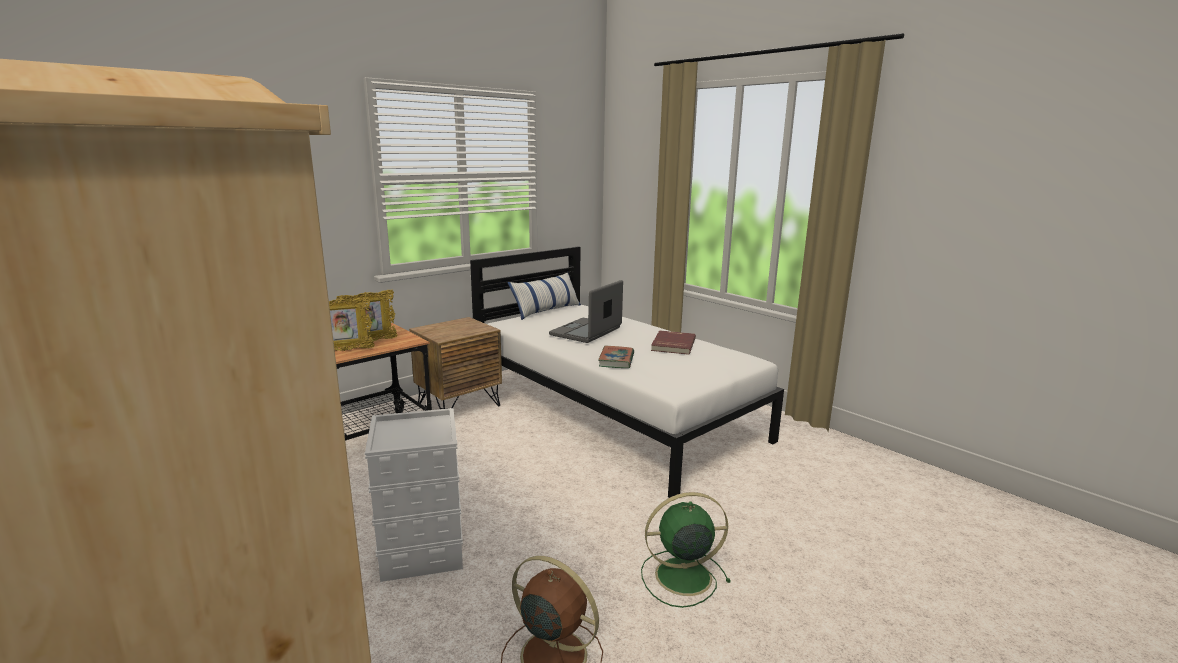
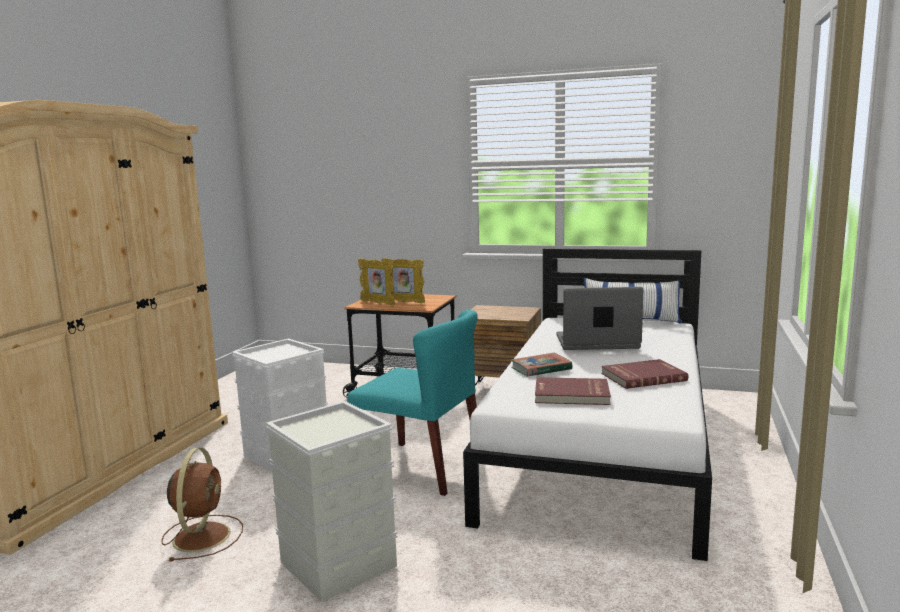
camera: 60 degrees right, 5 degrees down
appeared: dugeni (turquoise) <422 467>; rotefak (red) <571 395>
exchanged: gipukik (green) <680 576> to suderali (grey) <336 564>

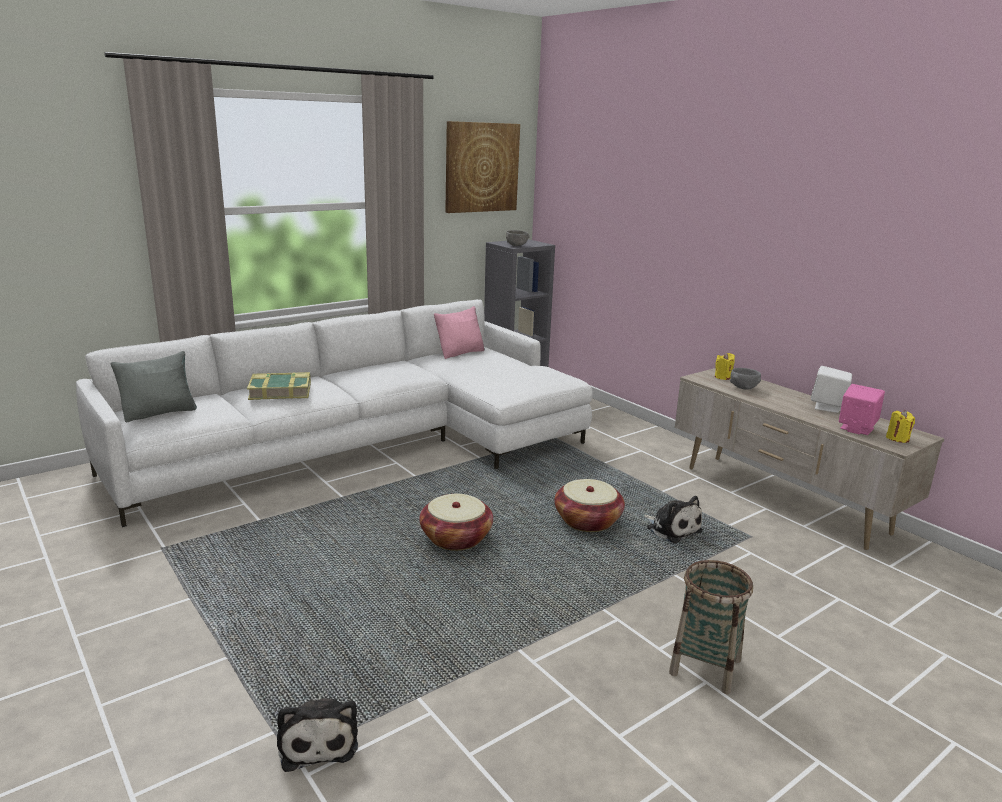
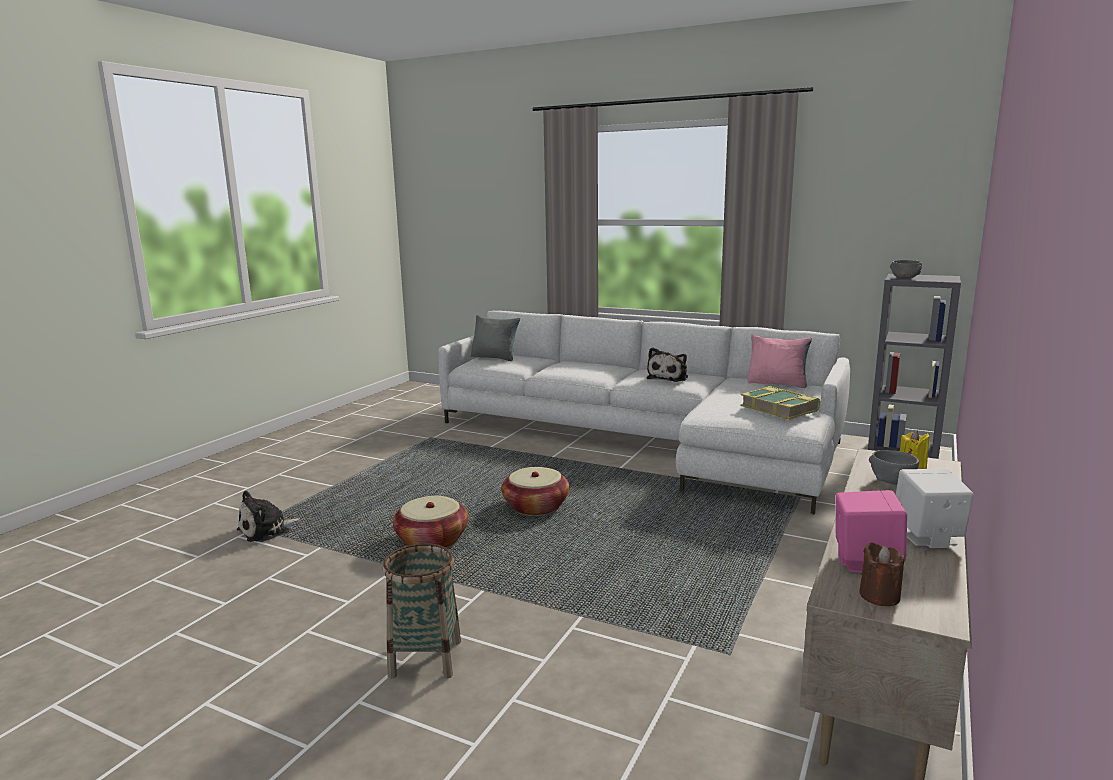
camera: 65 degrees right, 5 degrees down
missing: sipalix <481 167>
relocated: rotefak <280 391> to <779 408>; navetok <587 521> to <432 540>; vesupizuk <672 528> to <669 378>
colour: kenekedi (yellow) <897 438> to kenekedi (brown) <879 596>

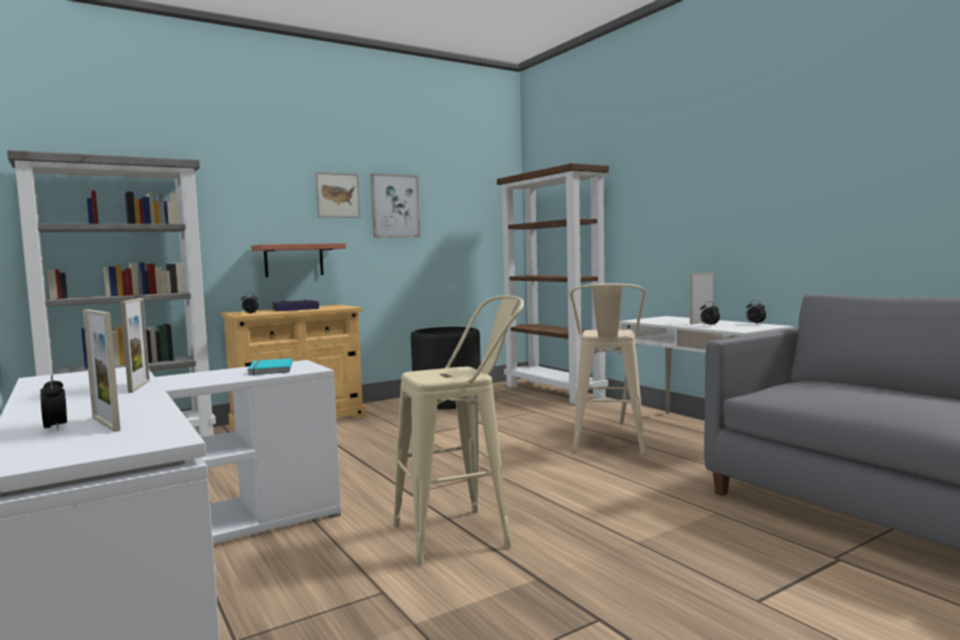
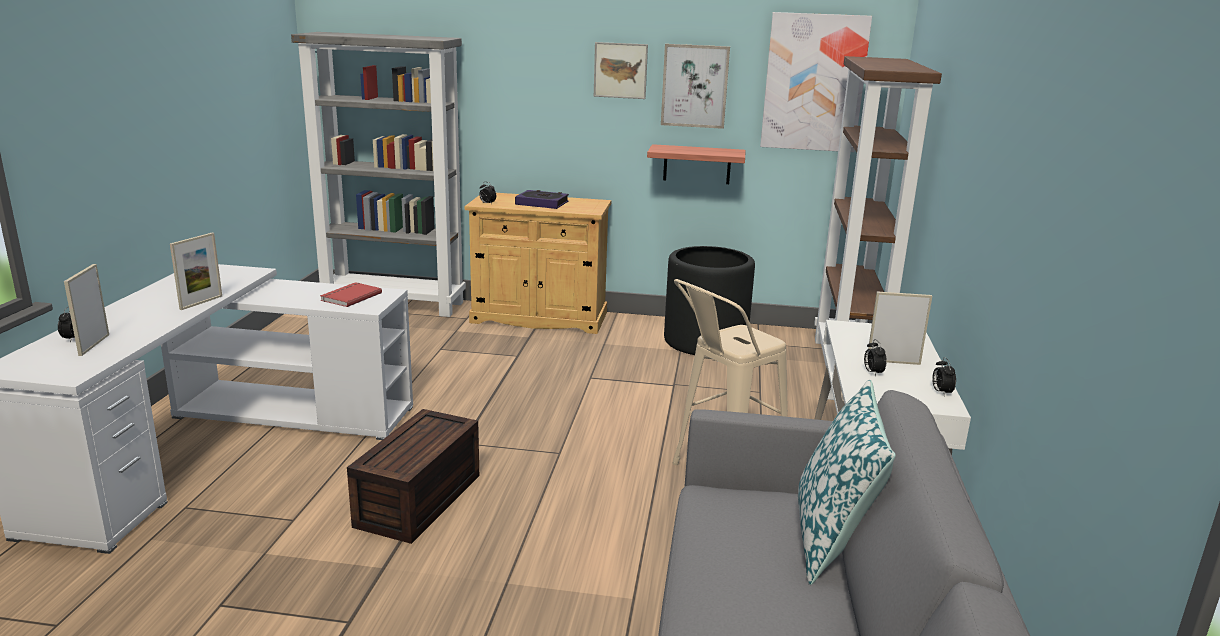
camera: 40 degrees right, 15 degrees up
appeared: sipalix <814 83>; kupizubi <832 539>
relocated: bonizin <294 260> to <697 164>
exchanged: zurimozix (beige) <464 533> to suderali (brown) <419 502>
colour: rotefak (turquoise) <269 369> to rotefak (red) <350 296>

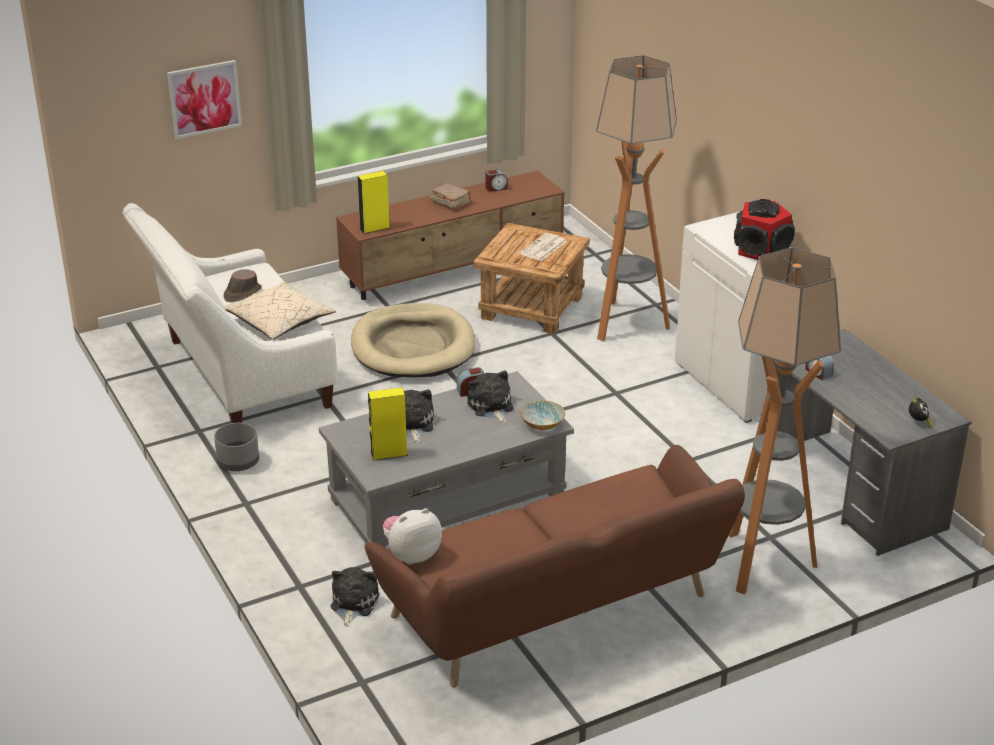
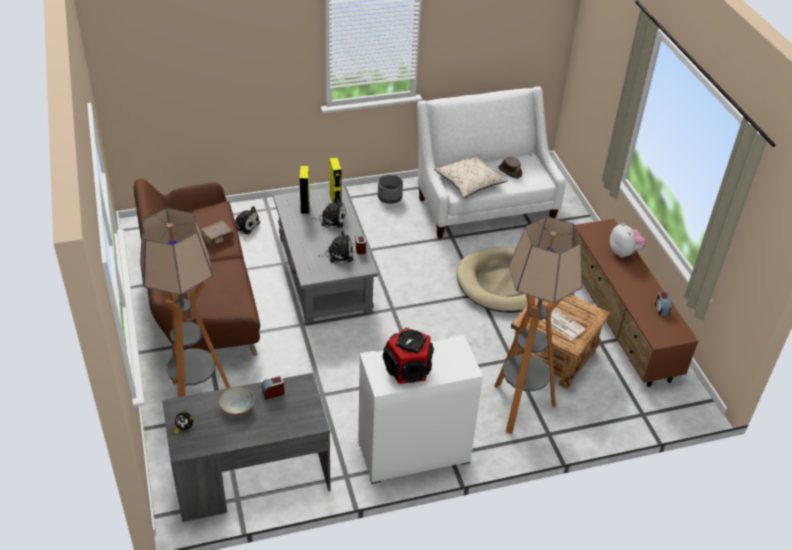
camera: 100 degrees right, 10 degrees up
missing: sipalix <204 99>
relocated: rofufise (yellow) <374 228> to <335 198>; rotefak (brown) <450 202> to <218 237>; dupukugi <543 424> to <237 407>; vesupizuk <412 555> to <624 252>

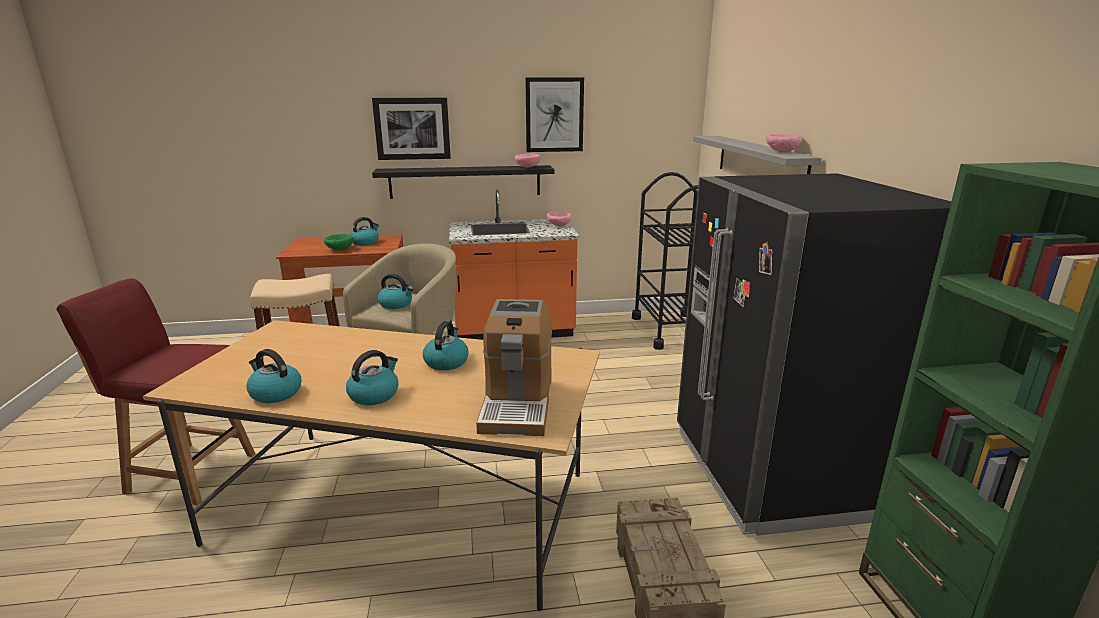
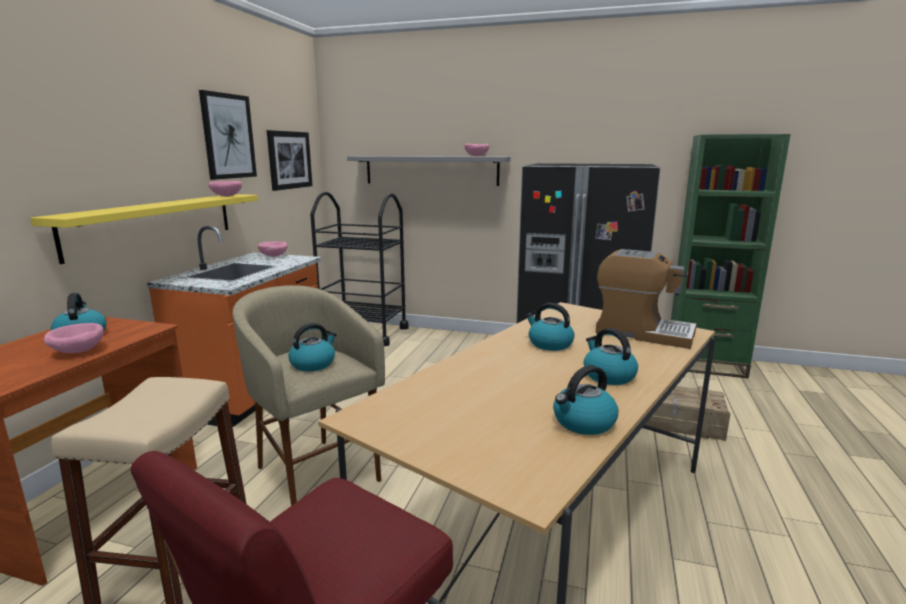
camera: 65 degrees left, 5 degrees down
relocated: sipalix <412 128> to <289 160>
colour: bonizin (black) <465 182> to bonizin (yellow) <155 223>; dupukugi (green) <339 249> to dupukugi (pink) <77 352>

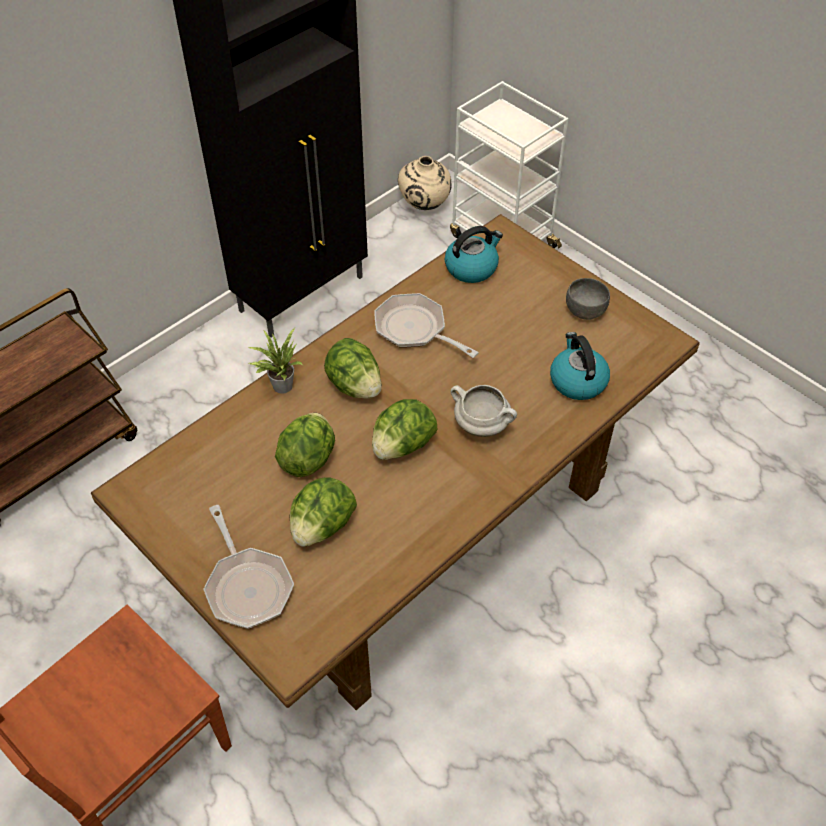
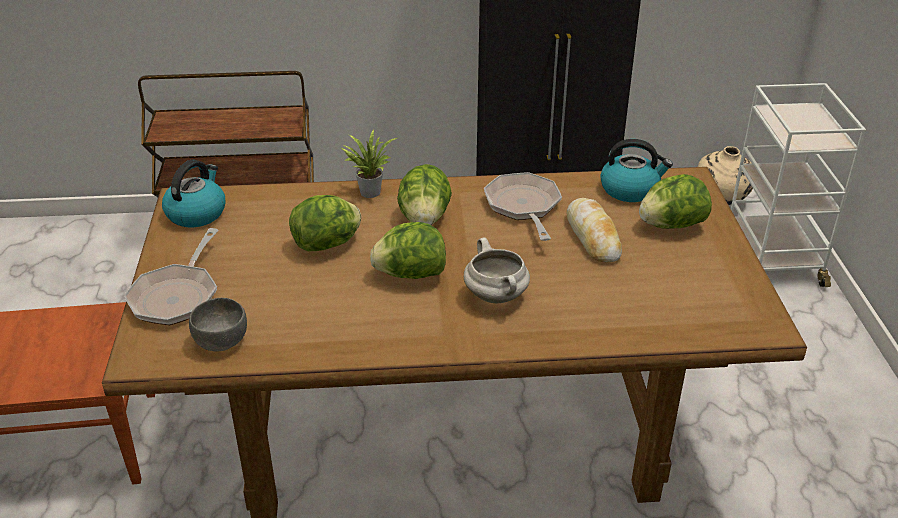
camera: 40 degrees right, 15 degrees down
appeared: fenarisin <593 237>
relocated: dupukugi (grey) <585 310> to <221 340>; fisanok <577 381> to <196 213>; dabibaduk <322 526> to <671 225>

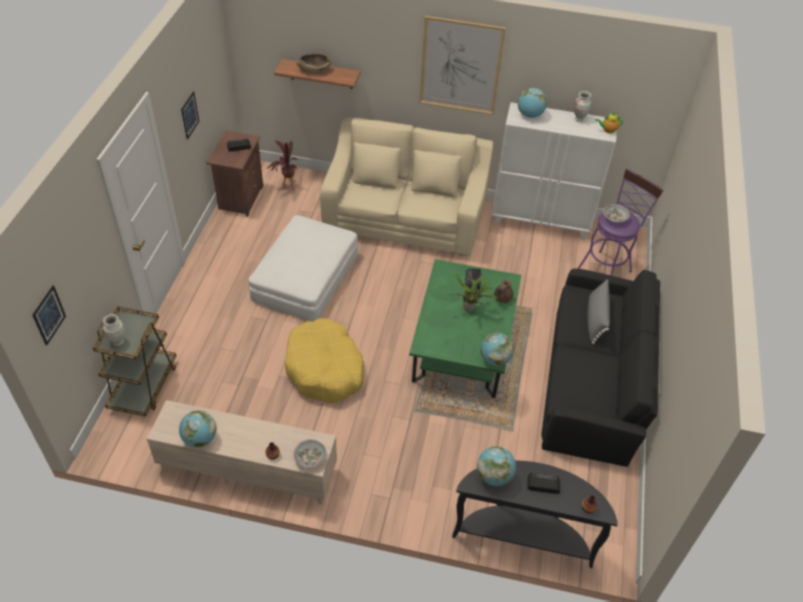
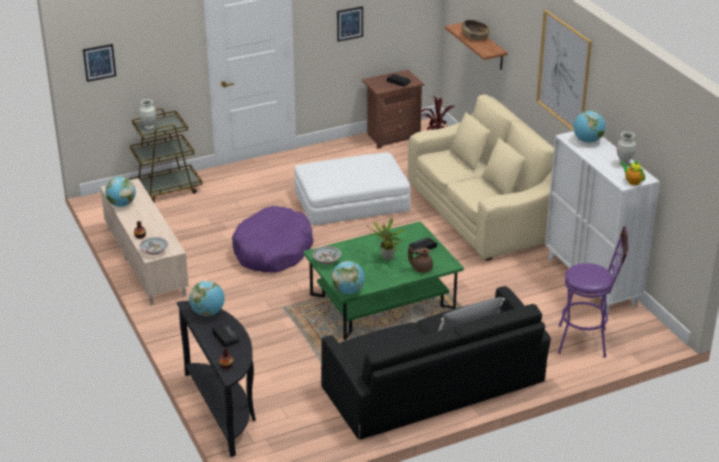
camera: 55 degrees right, 15 degrees down
relocated: dupukugi <614 218> to <326 260>
colour: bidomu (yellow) <325 368> to bidomu (purple) <273 251>

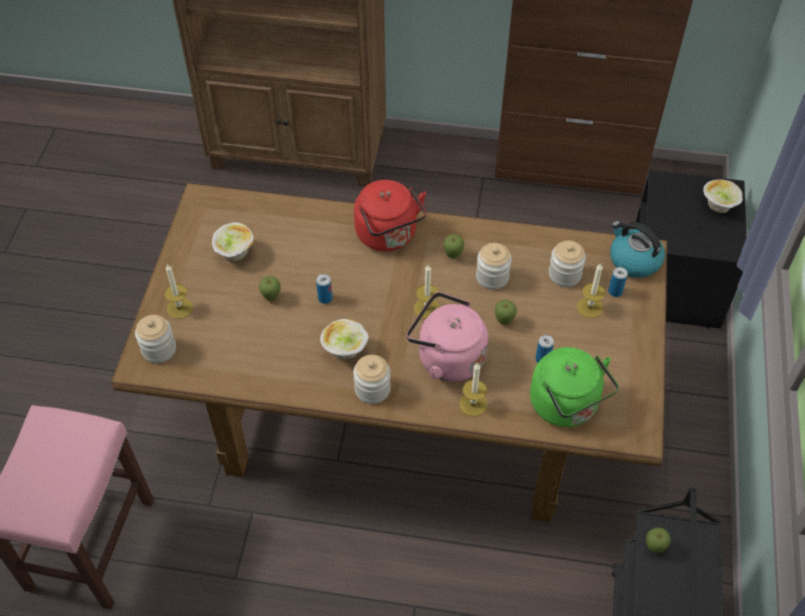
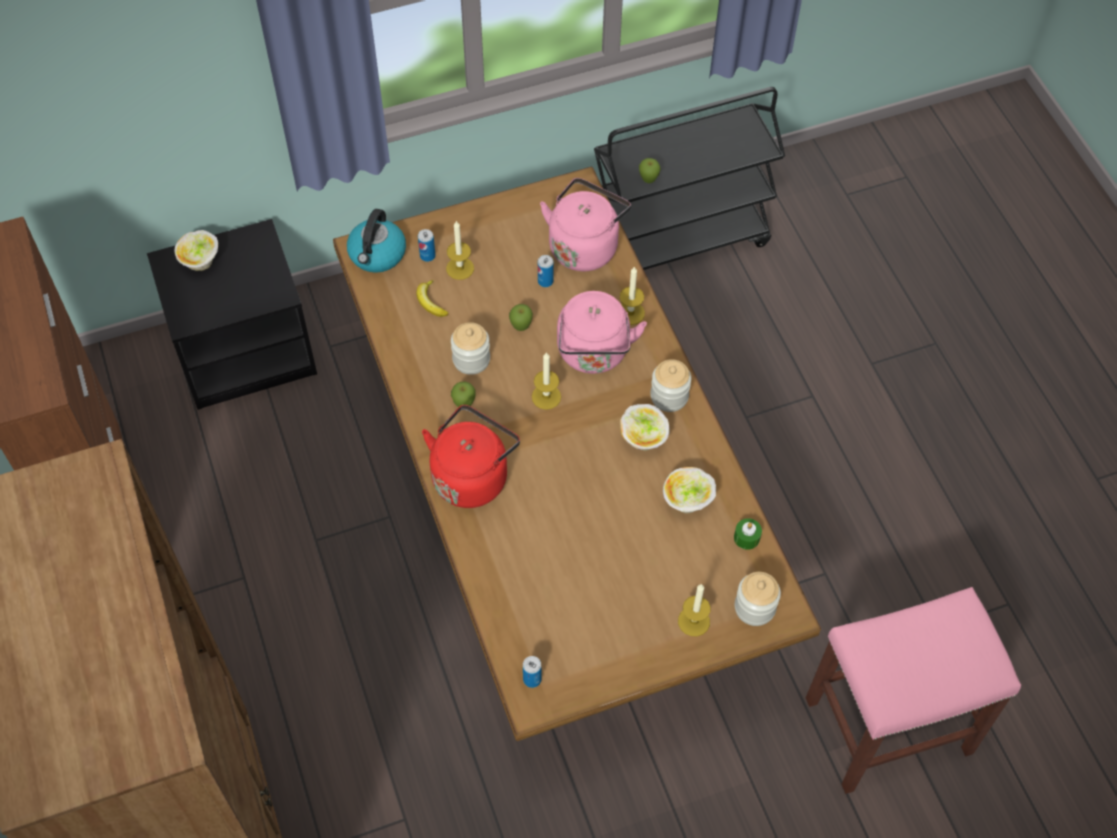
camera: 120 degrees left, 5 degrees up
missing: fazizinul <271 298>
appeared: kenekedi (green) <746 537>
relocated: dupukugi <234 254> to <687 503>; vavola <325 298> to <532 679>
exchanged: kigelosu <564 275> to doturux <430 302>
colour: fisanok (green) <567 406> to fisanok (pink) <584 245>

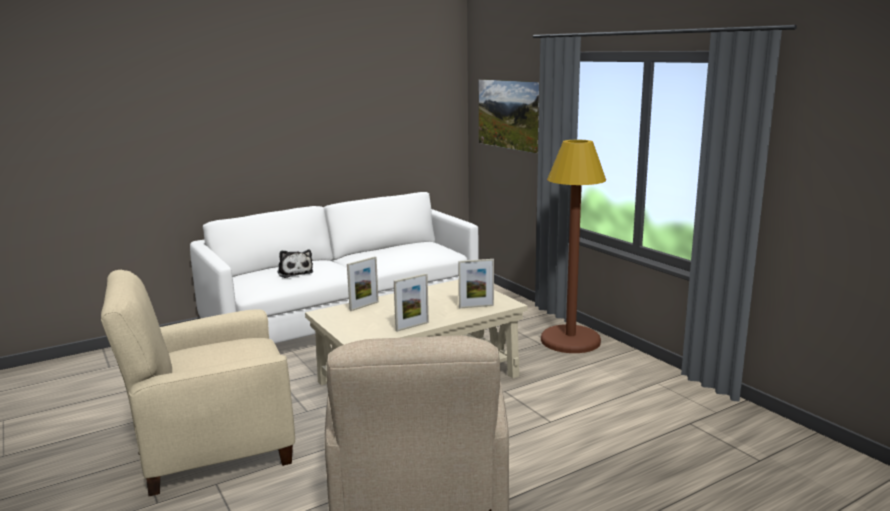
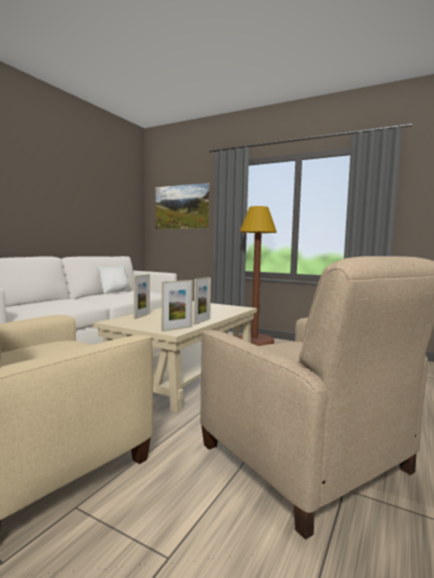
camera: 30 degrees left, 10 degrees down
missing: vesupizuk <294 272>
appeared: kupizubi (white) <115 292>
relocated: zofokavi <476 306> to <177 328>

